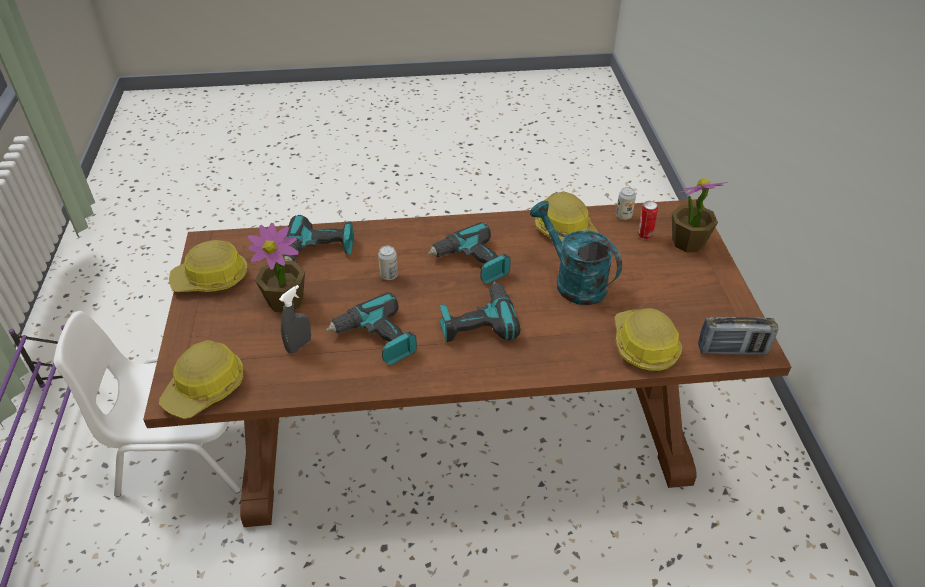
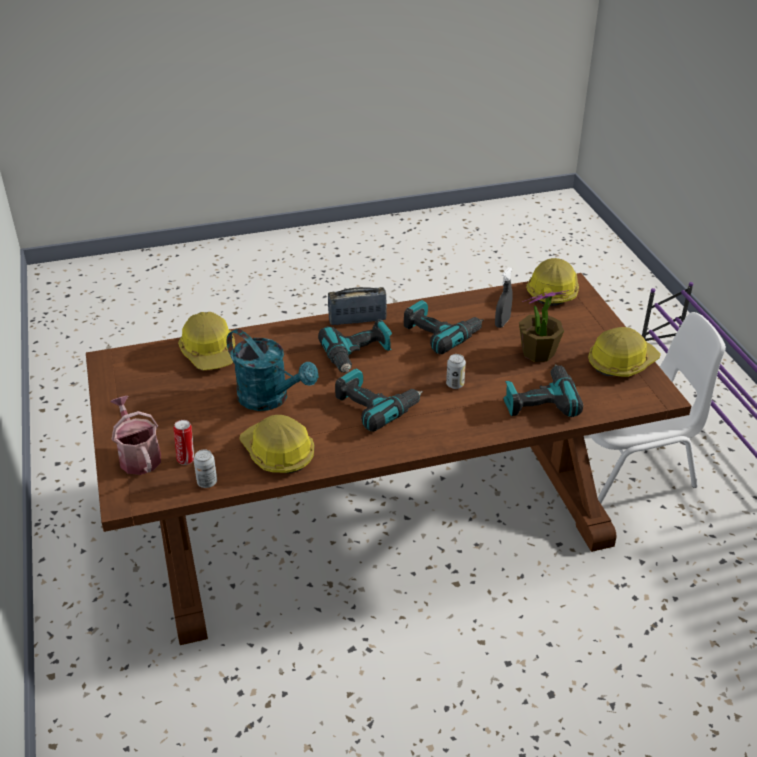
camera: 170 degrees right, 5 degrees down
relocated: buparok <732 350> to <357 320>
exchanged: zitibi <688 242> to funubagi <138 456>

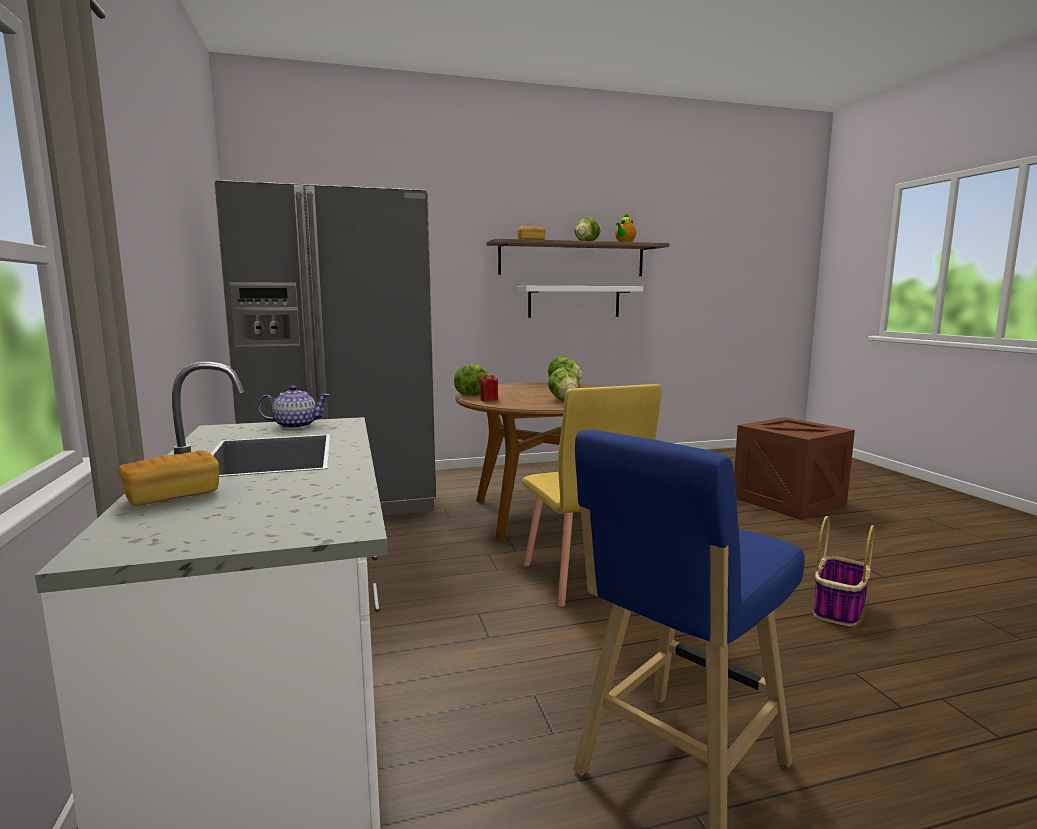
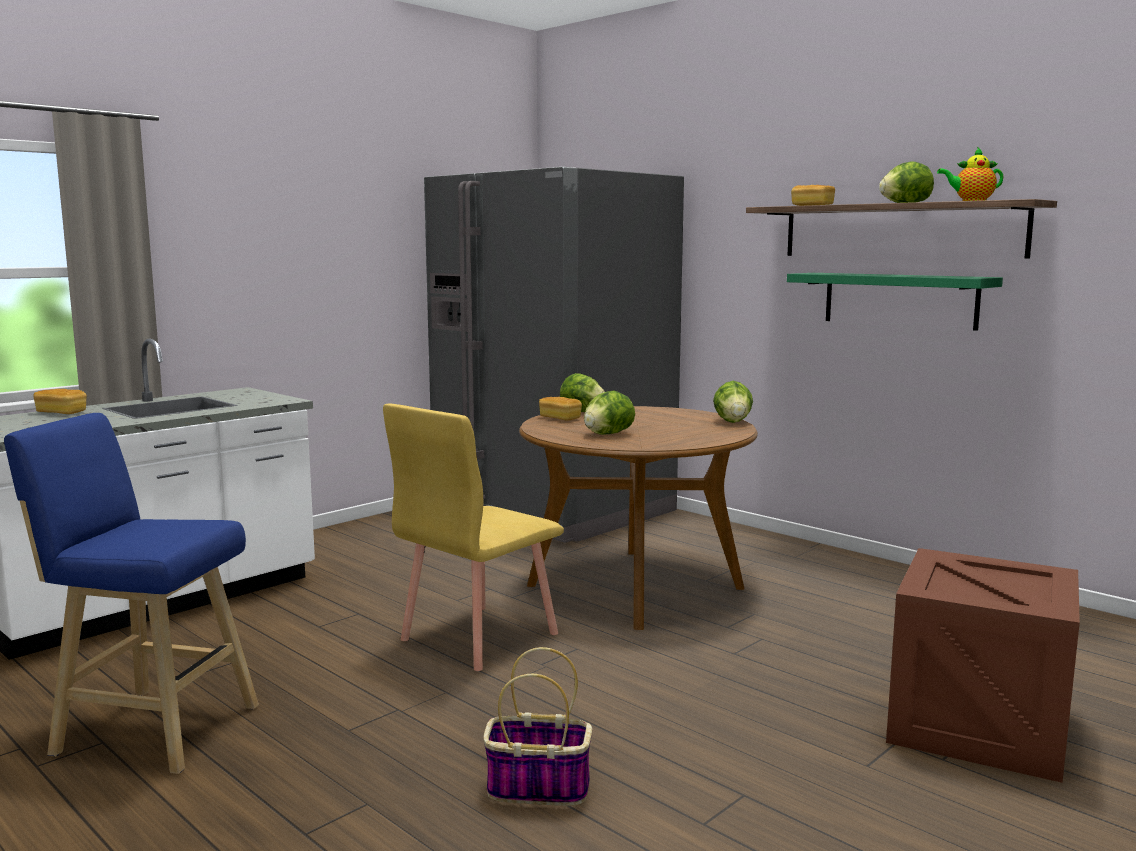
camera: 60 degrees right, 0 degrees up
missing: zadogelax <295 425>
exchanged: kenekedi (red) <489 400> to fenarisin <560 418>
colour: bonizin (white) <574 301> to bonizin (green) <899 300>

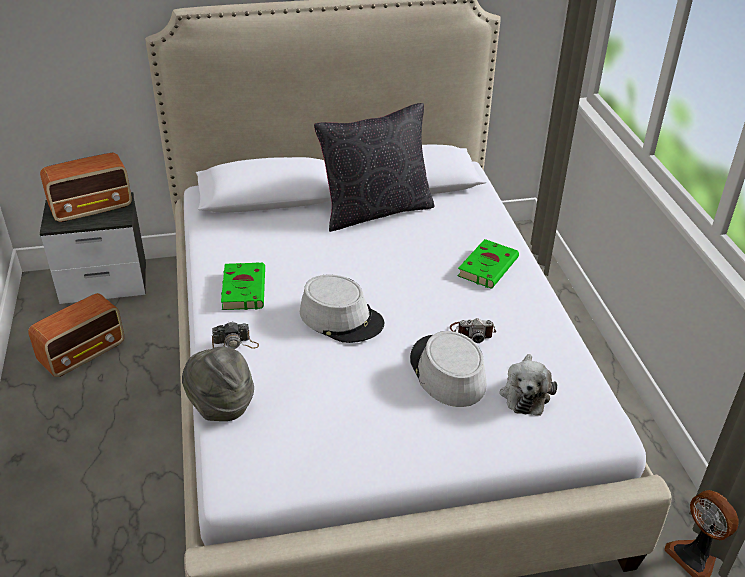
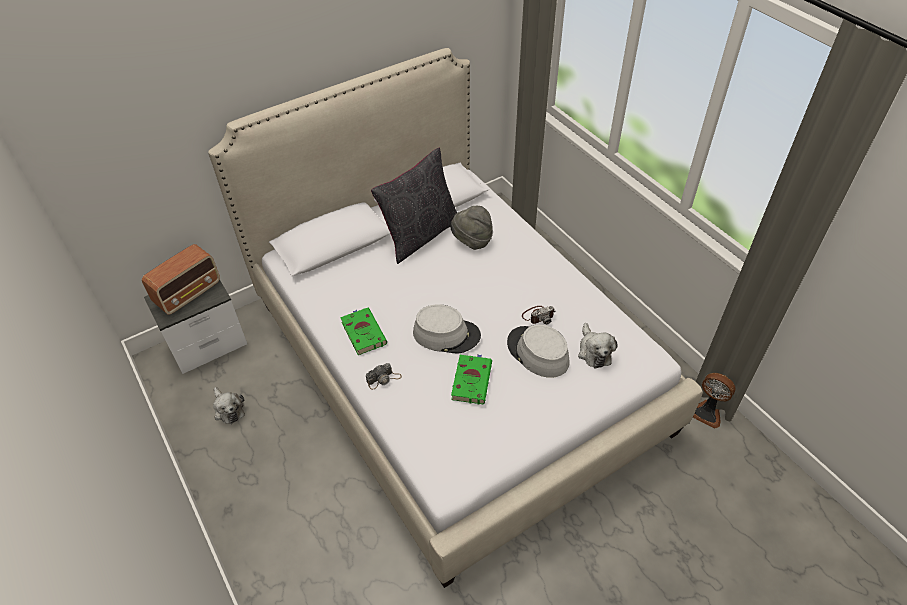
camera: 20 degrees left, 10 degrees up
relocated: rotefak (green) <488 266> to <471 380>; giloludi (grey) <221 404> to <472 241>
exchanged: buparok <84 354> to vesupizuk <228 409>

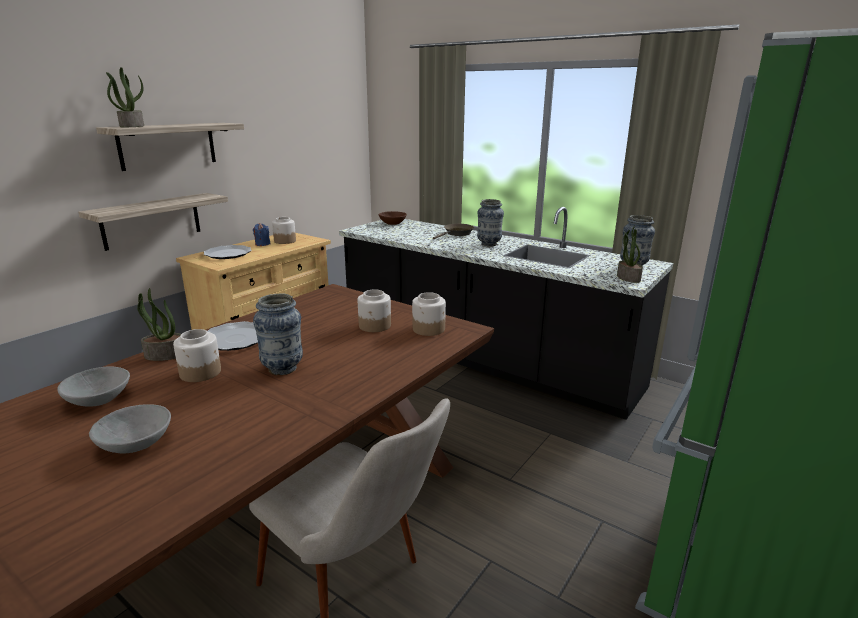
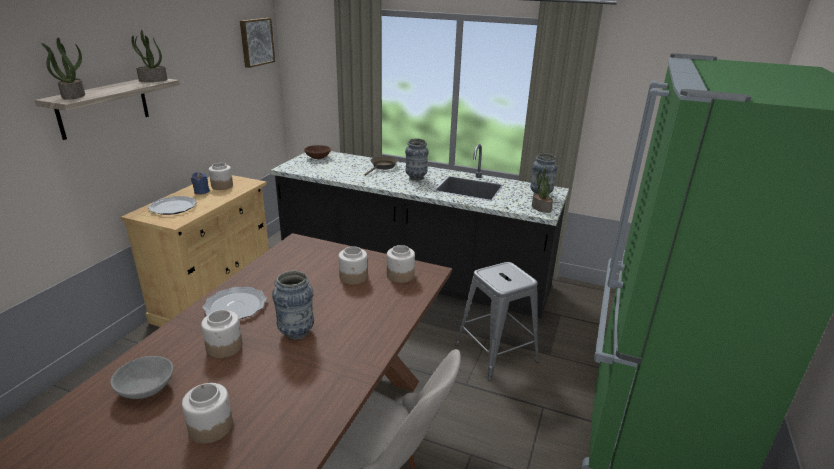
camera: 15 degrees left, 5 degrees up
missing: bonizin <151 221>
appeared: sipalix <256 42>; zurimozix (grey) <495 353>
relocated: zitibi <164 355> to <153 80>
exchanged: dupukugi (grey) <136 444> to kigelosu <210 426>

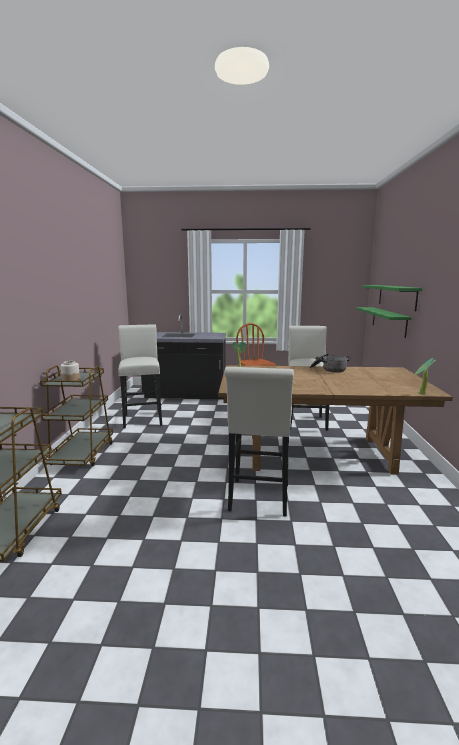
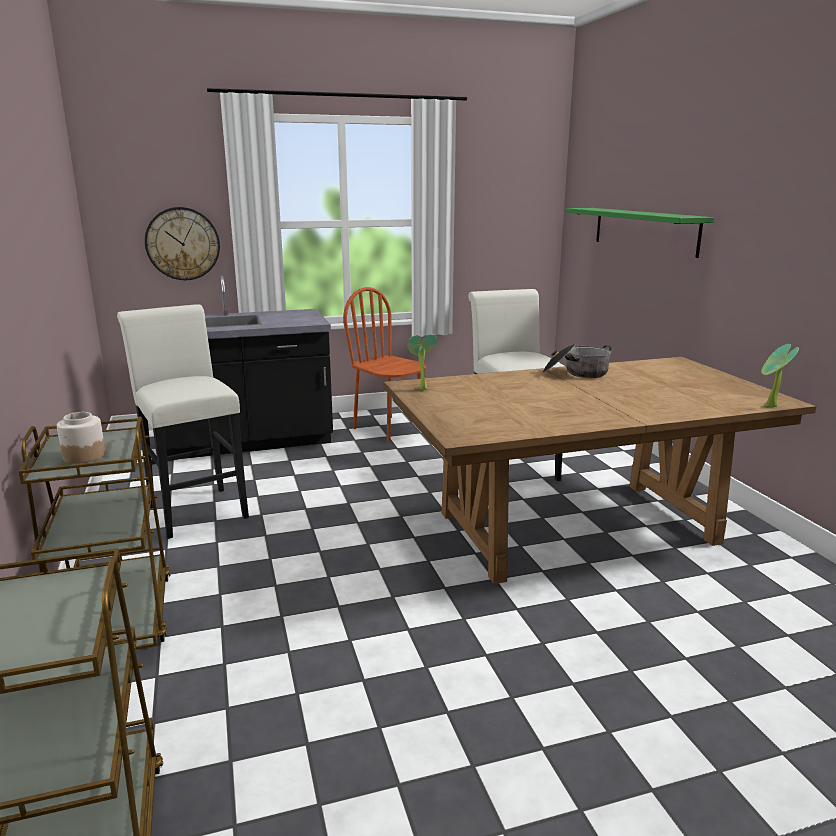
camera: 20 degrees left, 5 degrees up
missing: bonizin (green) <388 321>; zurimozix (white) <258 500>
appeared: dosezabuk <182 244>

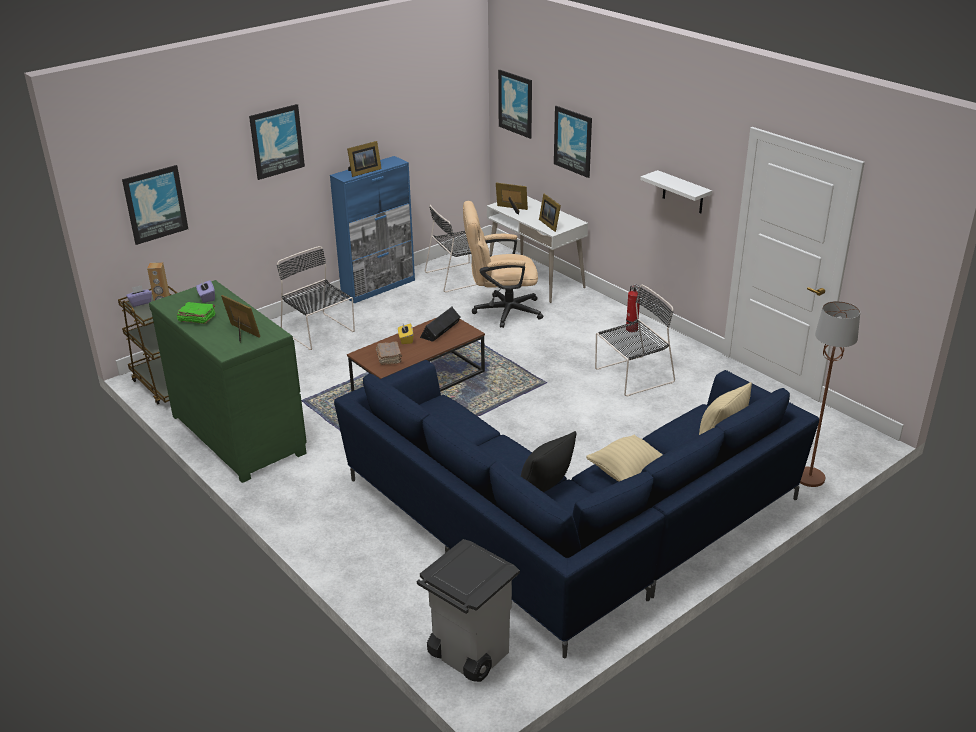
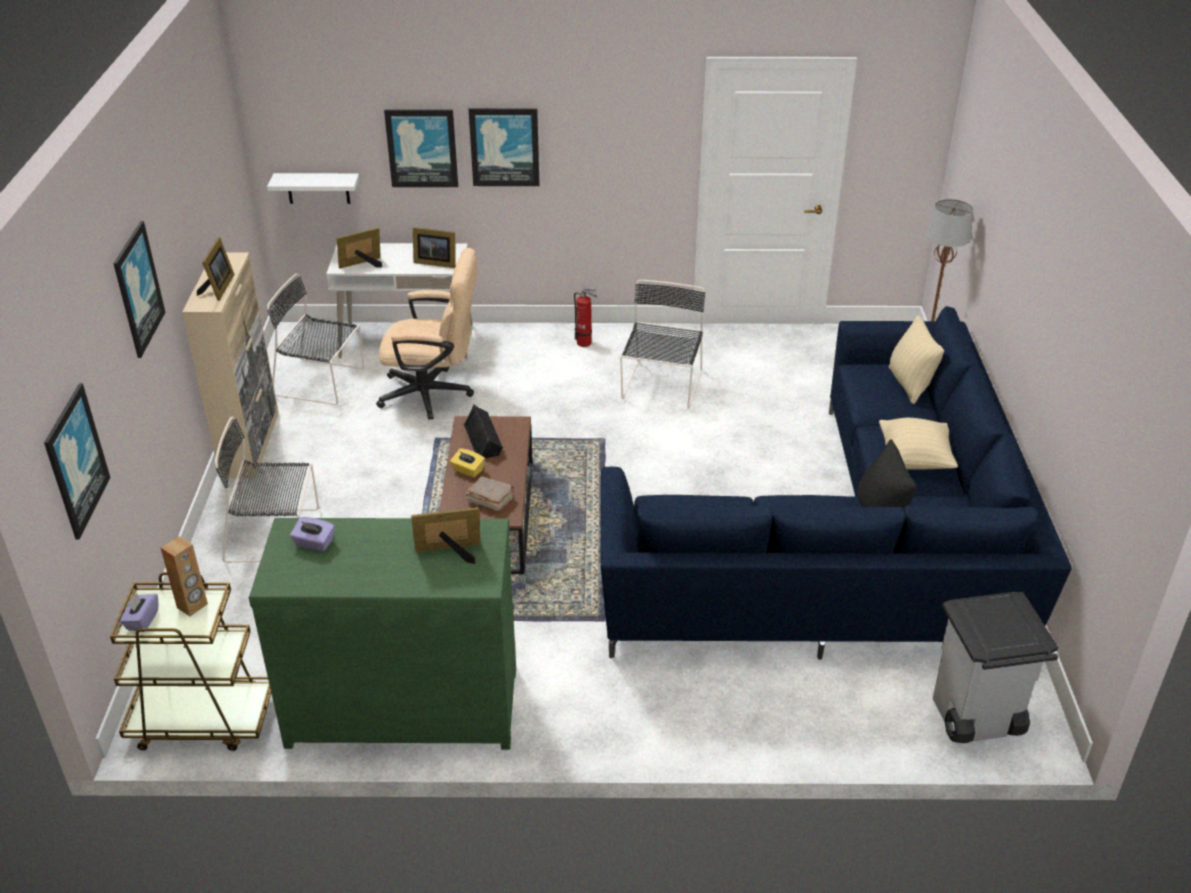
camera: 50 degrees left, 5 degrees up
missing: rotefak (green) <197 318>
relocated: sipalix <516 103> to <504 147>; bonizin (white) <683 192> to <318 188>
colour: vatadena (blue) <379 287> to vatadena (beige) <250 444>
spun: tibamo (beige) <501 311> = <434 394> 120 degrees counterclockwise; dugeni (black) <459 277> = <322 382> 90 degrees clockwise

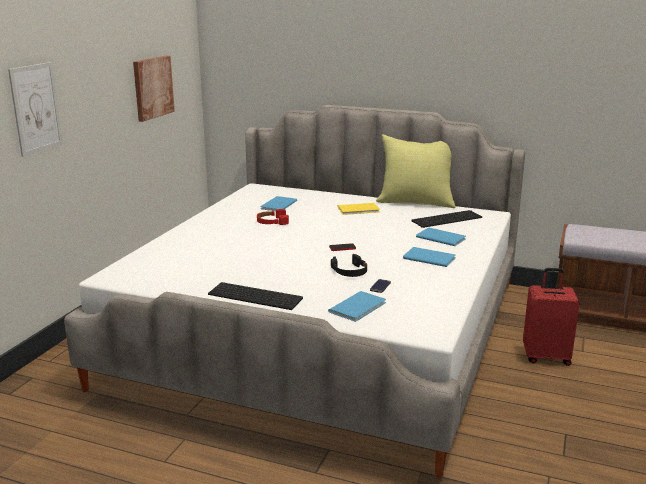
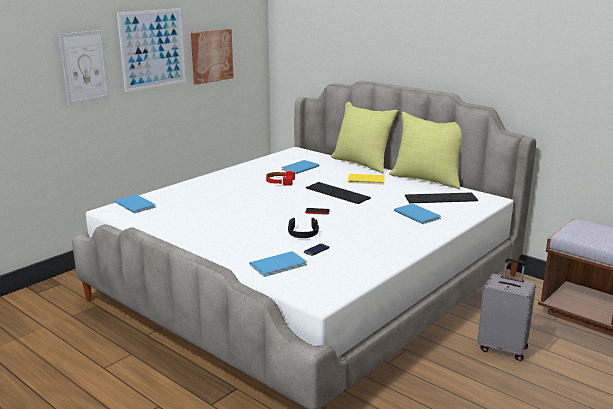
camera: 20 degrees right, 0 degrees up
appeared: sipalix <152 49>; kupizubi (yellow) <362 163>
relocated: rotefak (blue) <428 257> to <135 204>; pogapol <256 296> to <339 193>
colour: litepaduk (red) <546 356> to litepaduk (grey) <503 348>

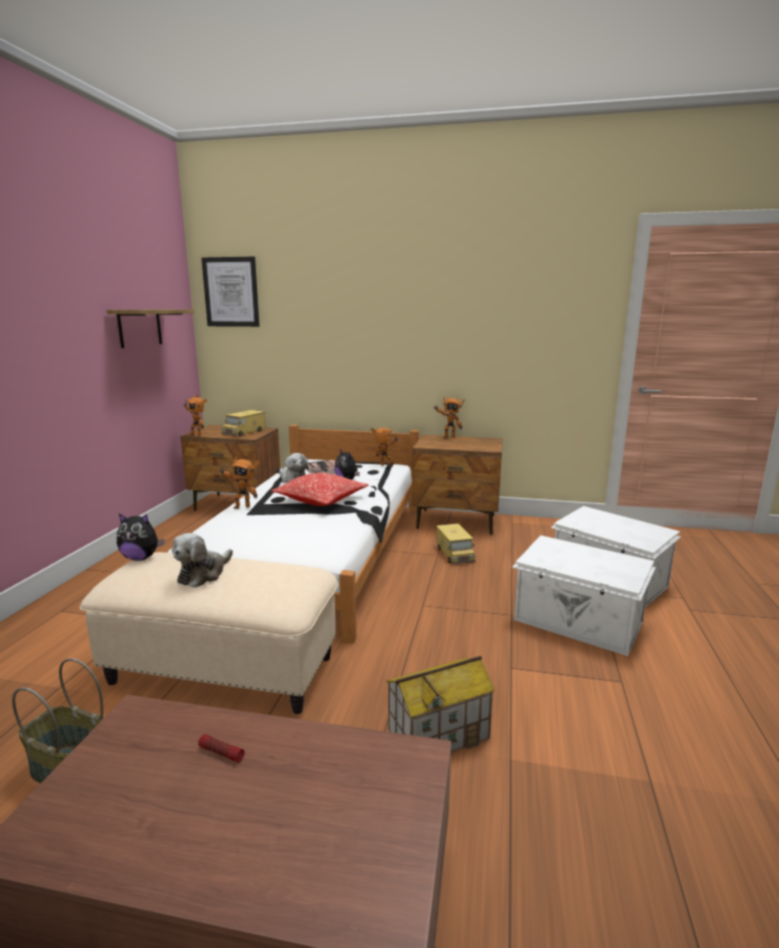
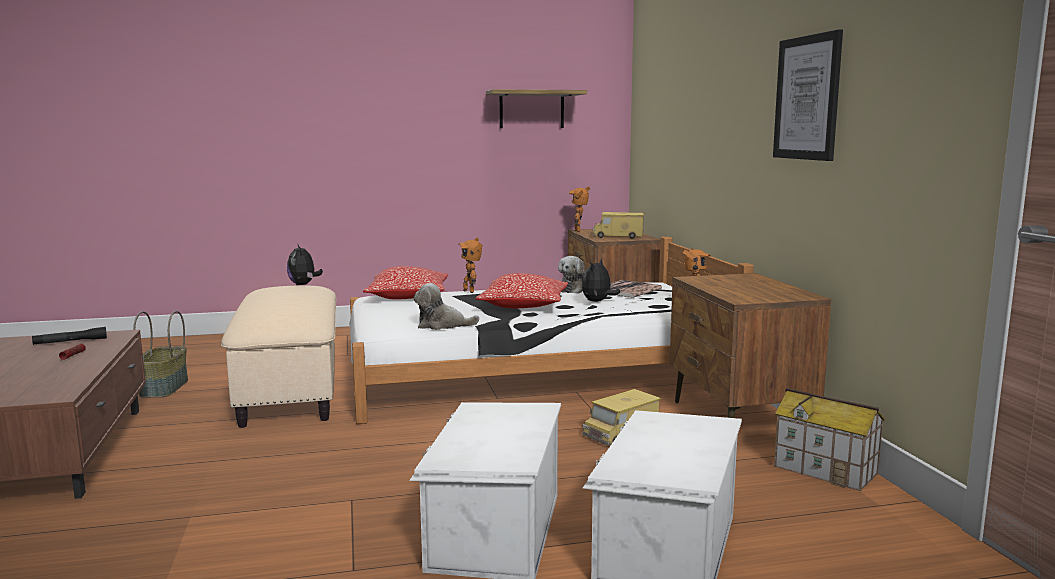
camera: 65 degrees right, 5 degrees down
missing: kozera <448 437>
appeared: kupizubi <408 296>; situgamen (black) <70 342>
relocated: sipalix <231 292> to <807 98>; vesupizuk <203 574> to <442 325>; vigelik <438 733> to <826 470>

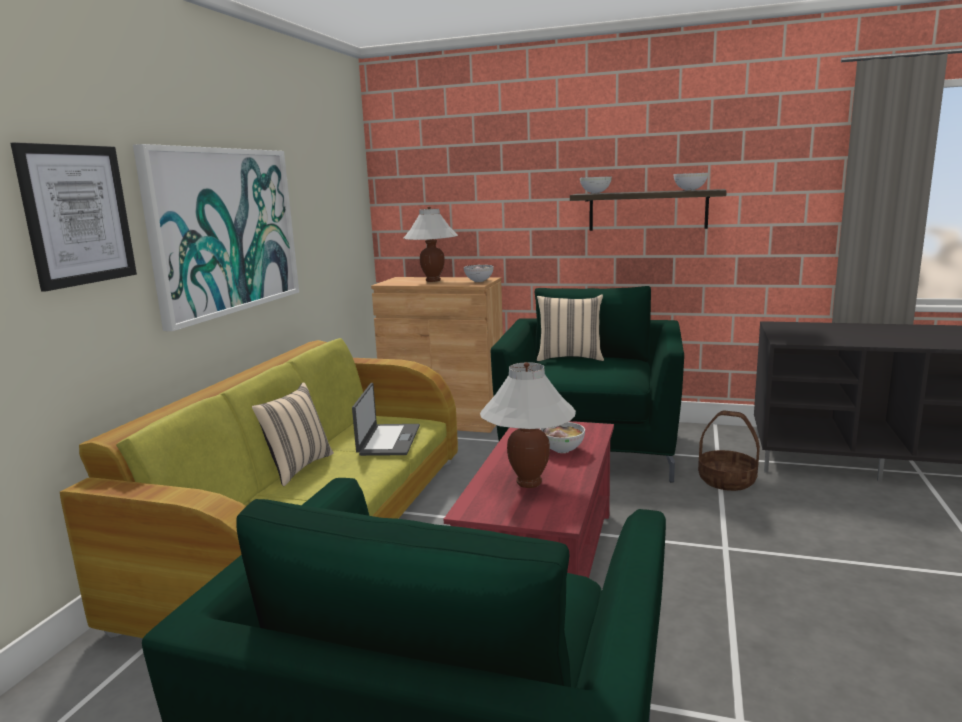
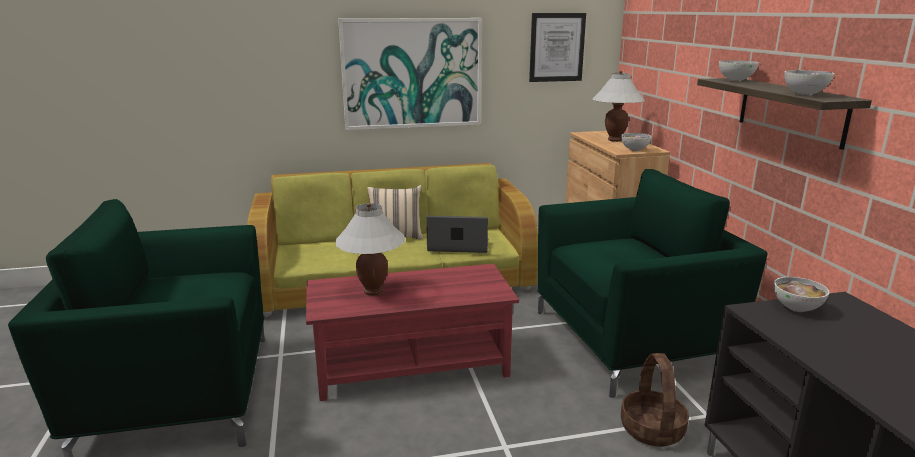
camera: 60 degrees right, 5 degrees up
missing: kupizubi (beige) <570 358>
relocated: sipalix <77 215> to <556 47>; dupukugi <562 450> to <797 308>
spun: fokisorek <388 440> = <458 246> 150 degrees counterclockwise

